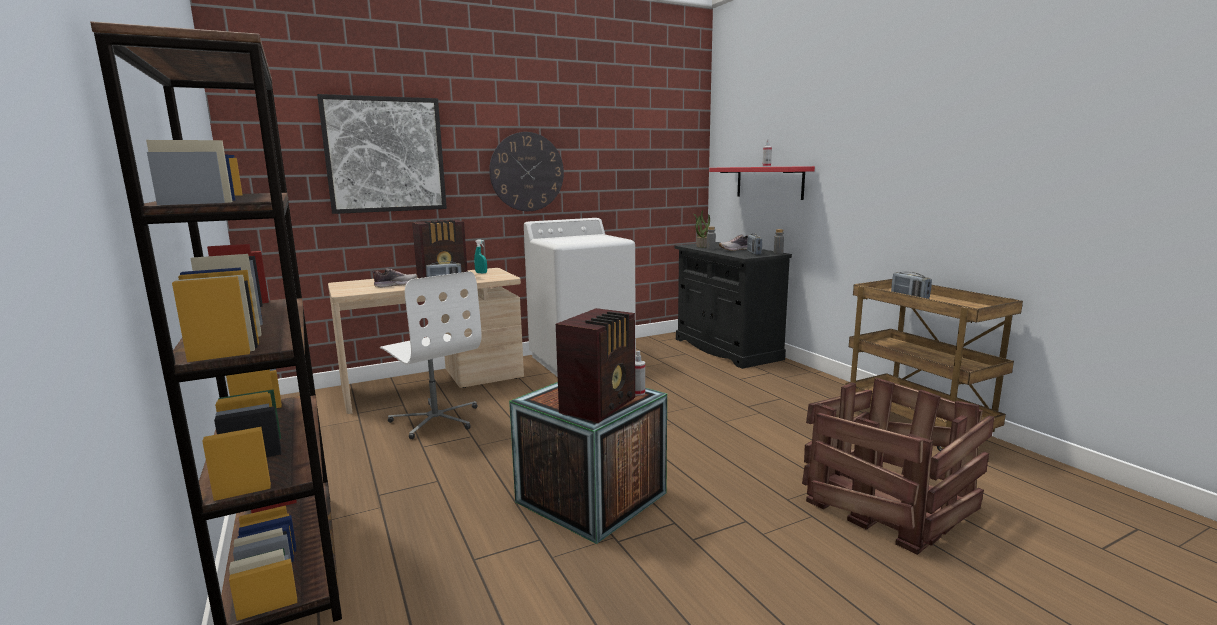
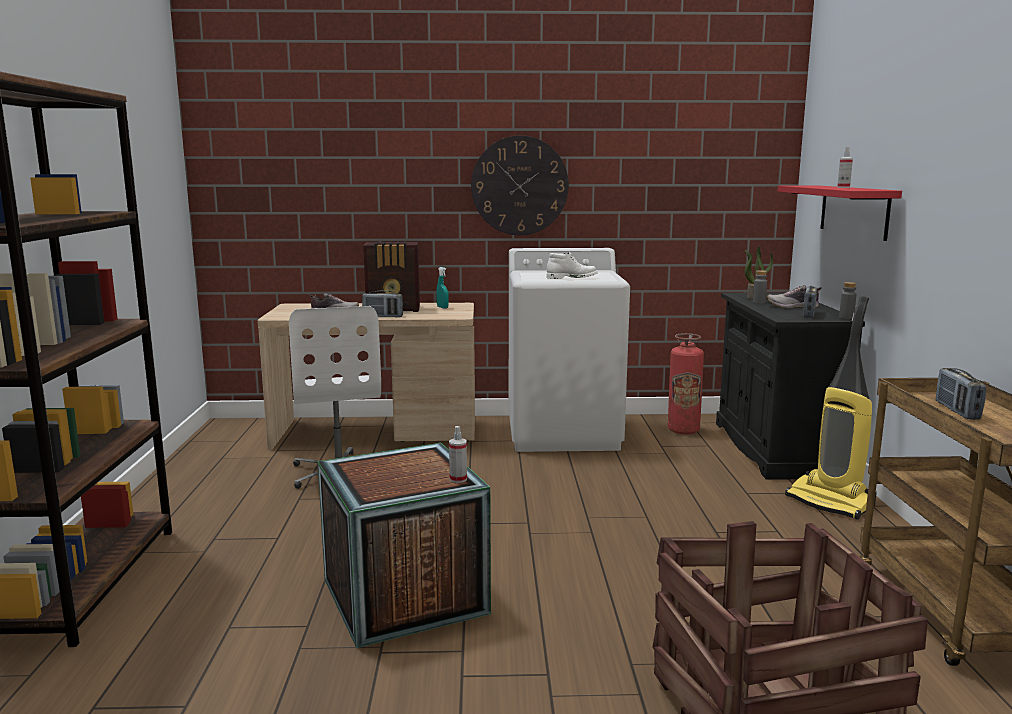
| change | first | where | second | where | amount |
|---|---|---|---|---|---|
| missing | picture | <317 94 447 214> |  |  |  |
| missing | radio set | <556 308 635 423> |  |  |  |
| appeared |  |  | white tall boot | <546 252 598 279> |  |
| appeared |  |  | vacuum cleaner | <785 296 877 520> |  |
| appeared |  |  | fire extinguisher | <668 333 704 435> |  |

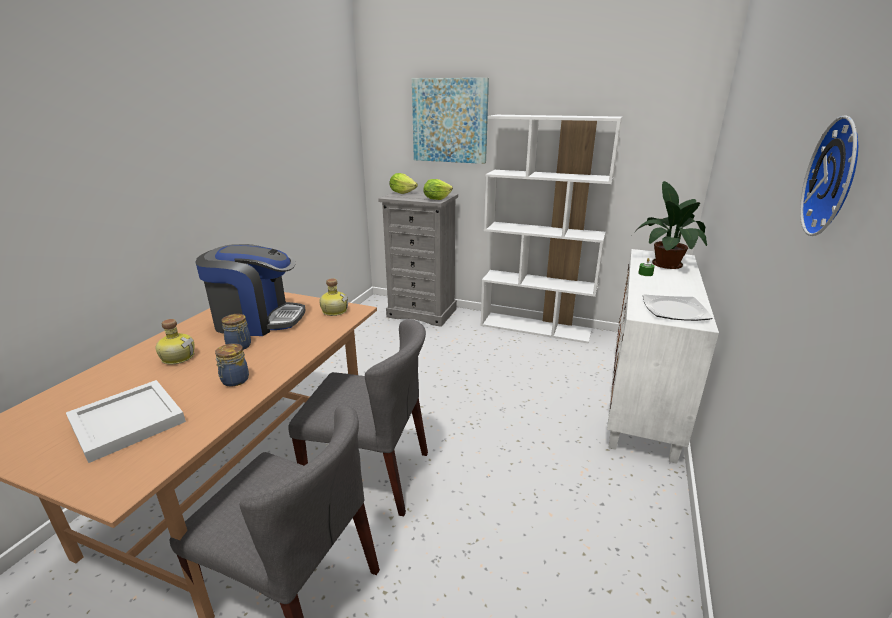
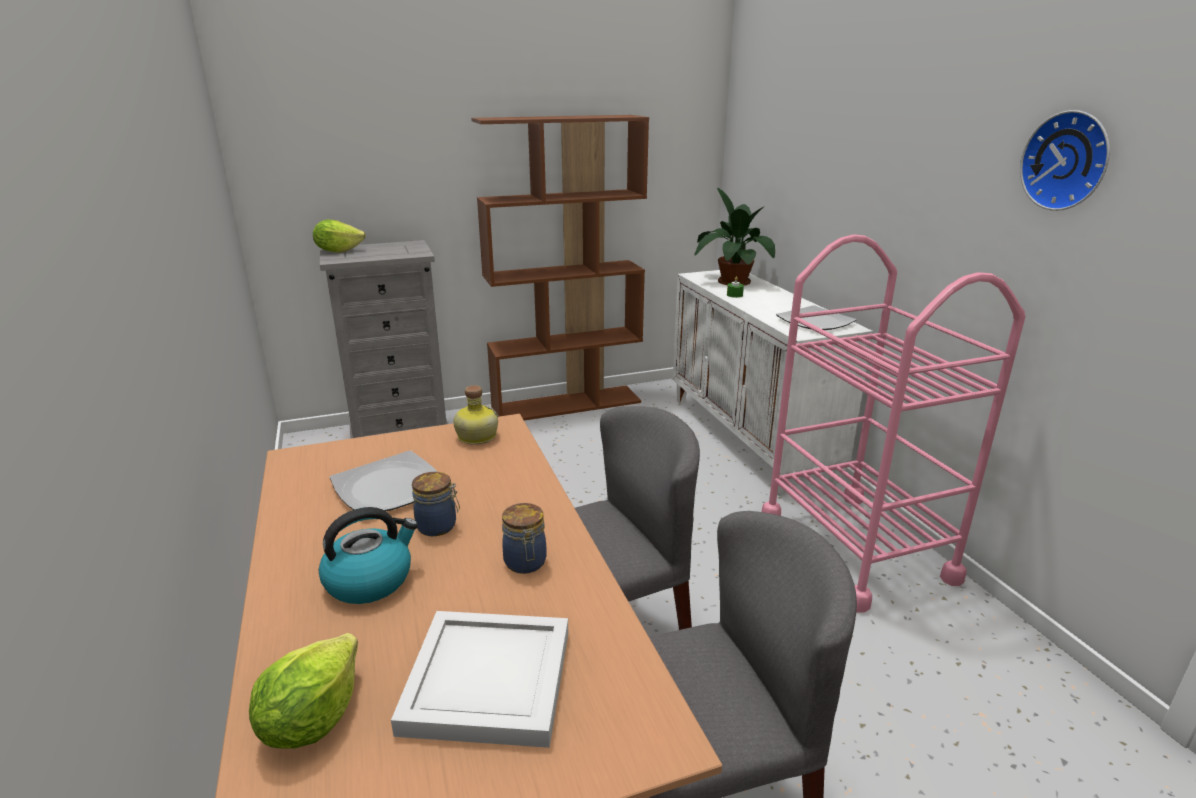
| change | first | where | second | where | amount |
|---|---|---|---|---|---|
| missing | picture | <412 78 489 164> |  |  |  |
| colour | white bookshelf | <480 115 622 344> | brown-coloured bookshelf | <471 115 649 421> |  |
| relocated | lettuce | <423 179 453 200> |  | <249 633 358 749> |  |
| exchanged | coffee maker | <195 244 305 336> | flat dish | <330 451 438 511> |  |
| exchanged | beverage bottle | <156 319 195 364> | kettle | <319 507 418 604> |  |
| appeared |  |  | pink cart | <762 235 1026 612> |  |

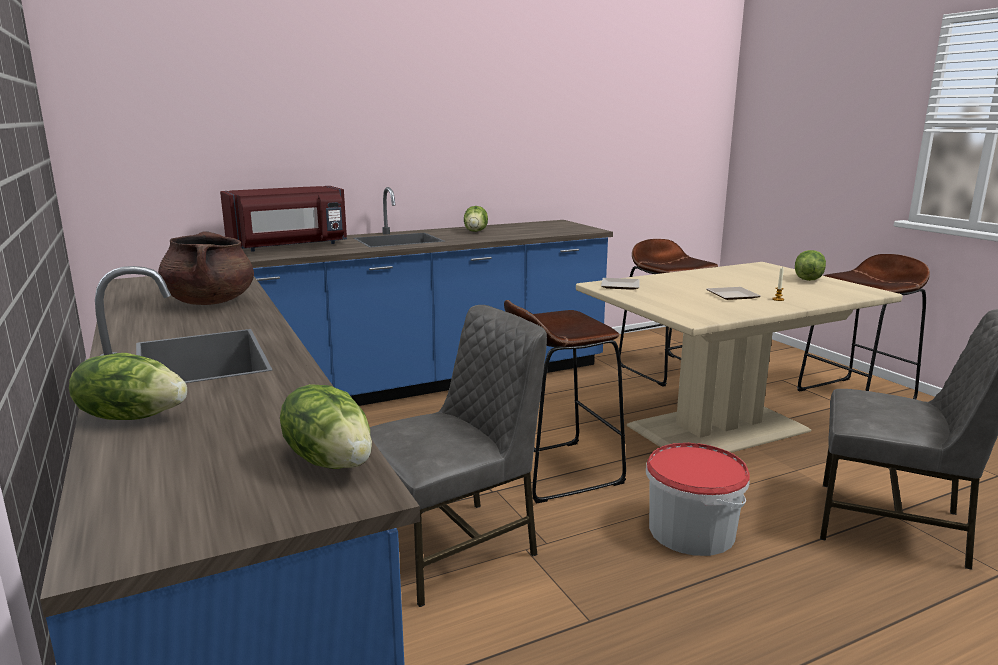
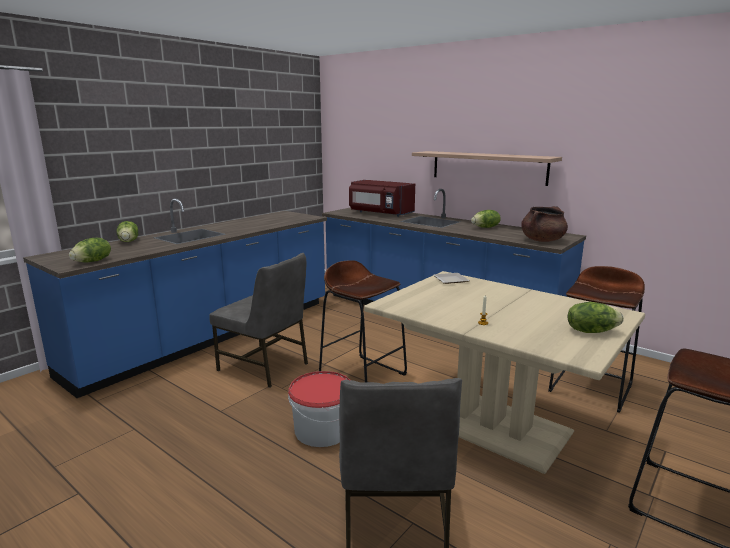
| change | first | where | second | where | amount |
|---|---|---|---|---|---|
| relocated | brown-coloured saucepot | <158 231 254 305> |  | <521 206 568 242> |  |
| missing | flat dish | <706 287 761 300> |  |  |  |
| appeared |  |  | bracket shelf | <412 151 562 186> |  |

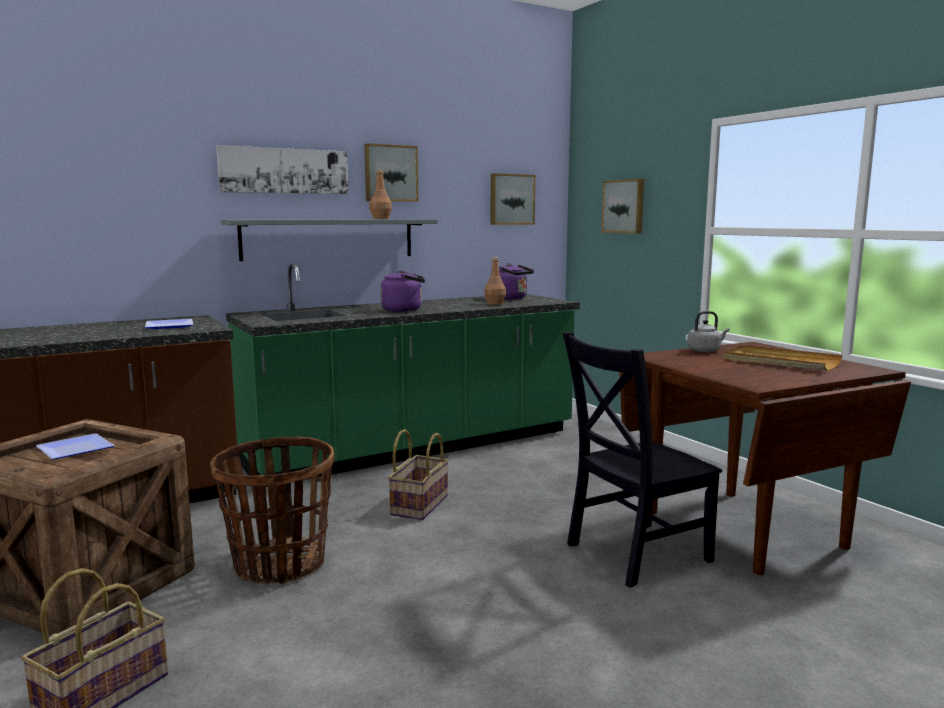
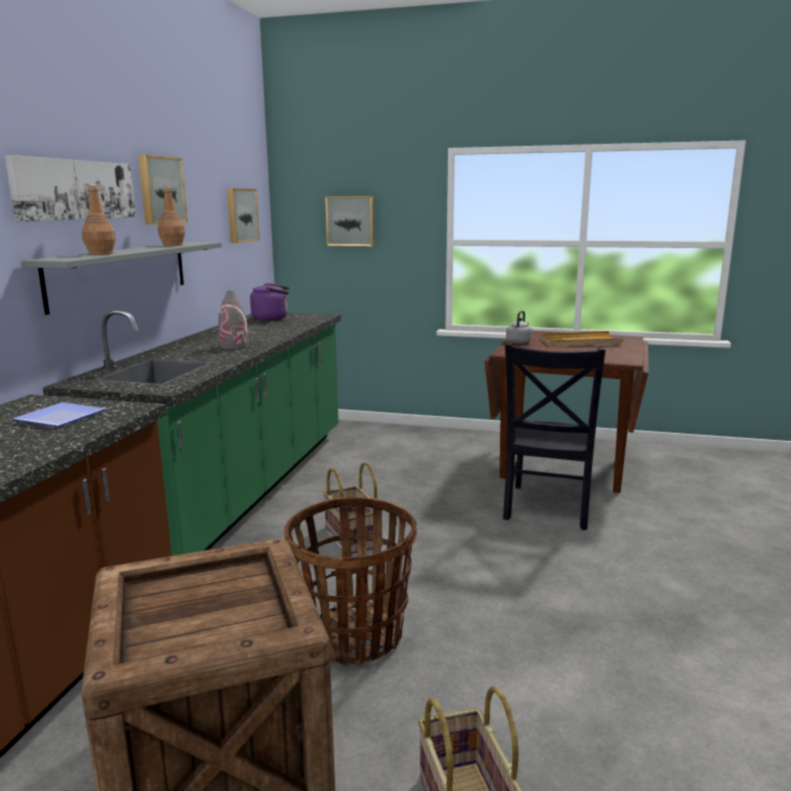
| change | first | where | second | where | amount |
|---|---|---|---|---|---|
| relocated | brown-coloured beverage bottle | <484 257 506 305> |  | <82 185 116 255> |  |
| exchanged | purplish kettle | <381 270 425 312> | grey flower vase | <218 291 249 349> |  |
| missing | flat dish | <36 433 115 460> |  |  |  |

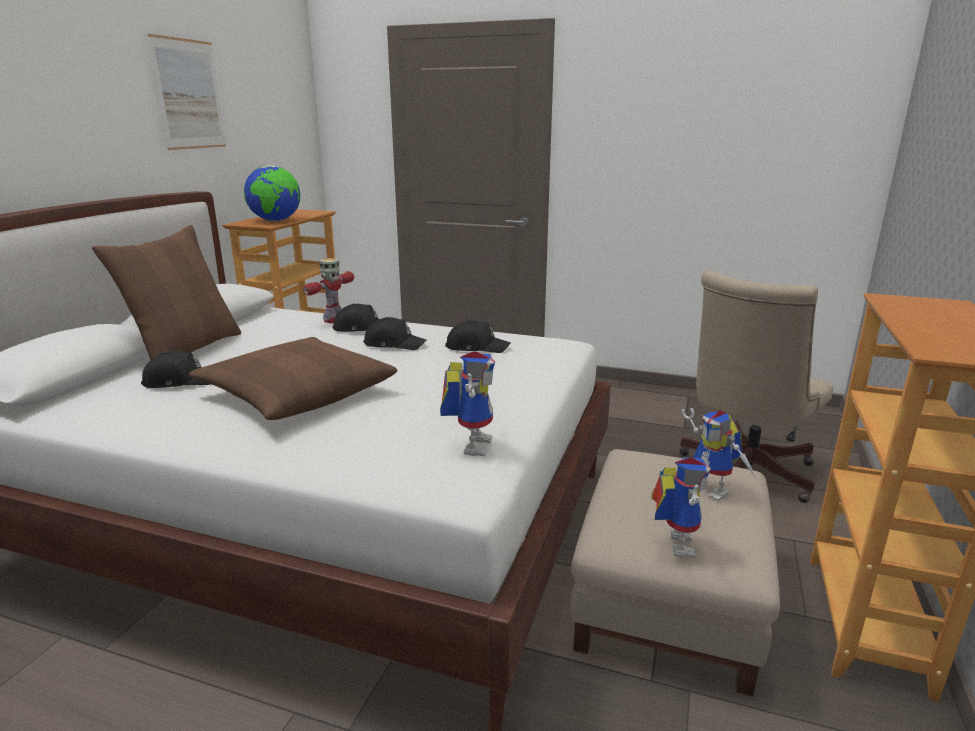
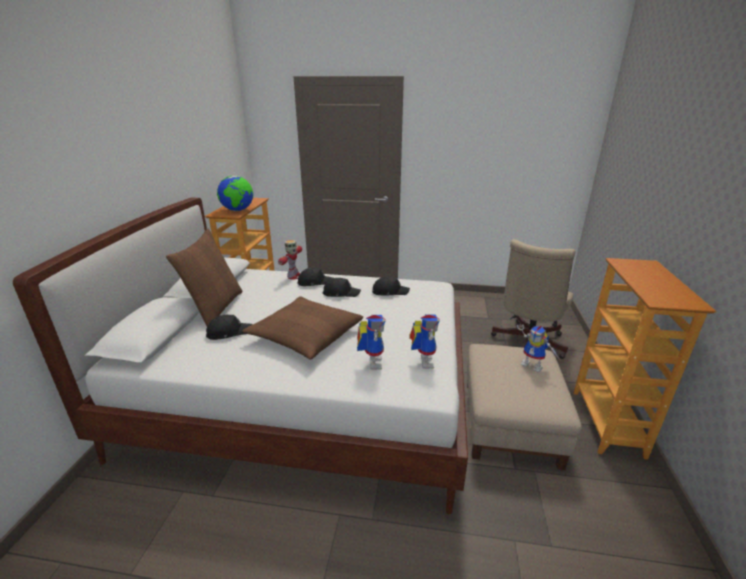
| change | first | where | second | where | amount |
|---|---|---|---|---|---|
| missing | picture | <148 34 226 150> |  |  |  |
| relocated | toy robot | <651 457 711 558> |  | <357 315 386 370> |  |

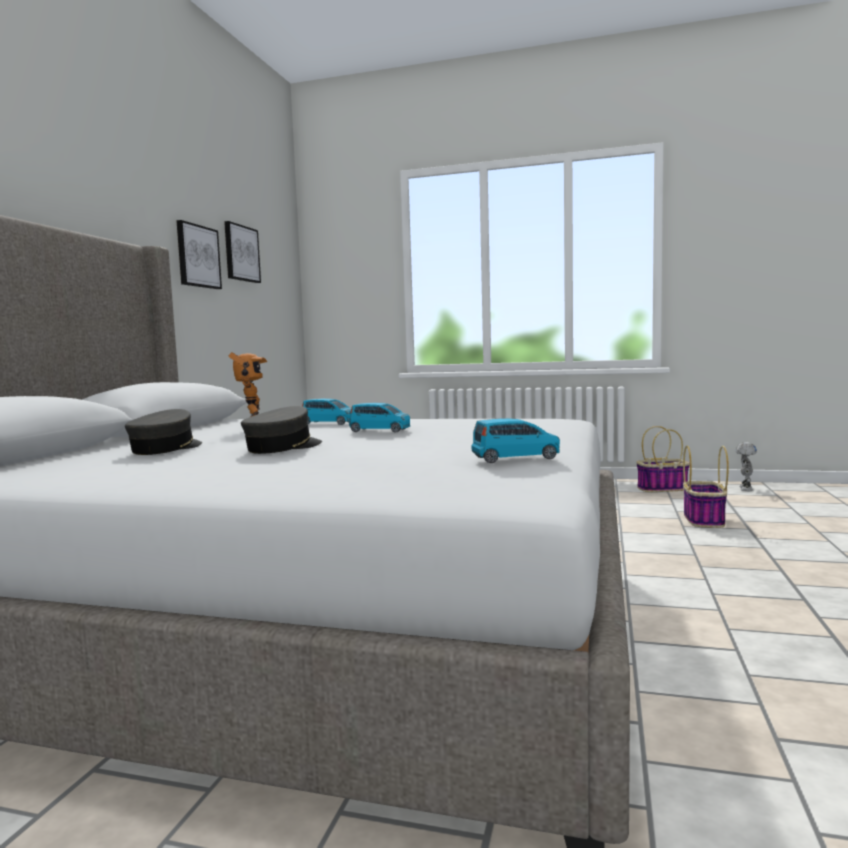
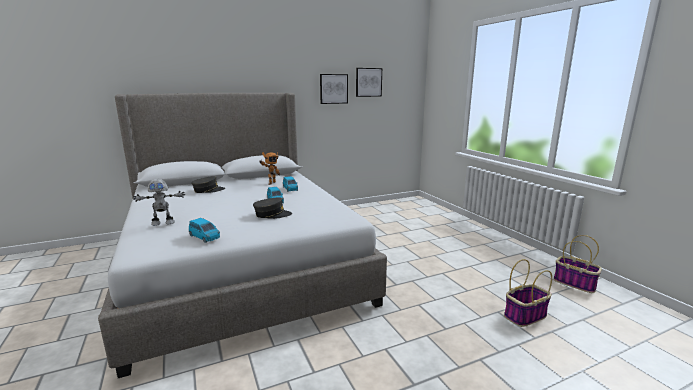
| change | first | where | second | where | amount |
|---|---|---|---|---|---|
| relocated | grey peaked cap | <241 406 322 454> |  | <253 197 292 219> |  |
| relocated | toy robot | <736 442 757 491> |  | <133 179 185 226> |  |

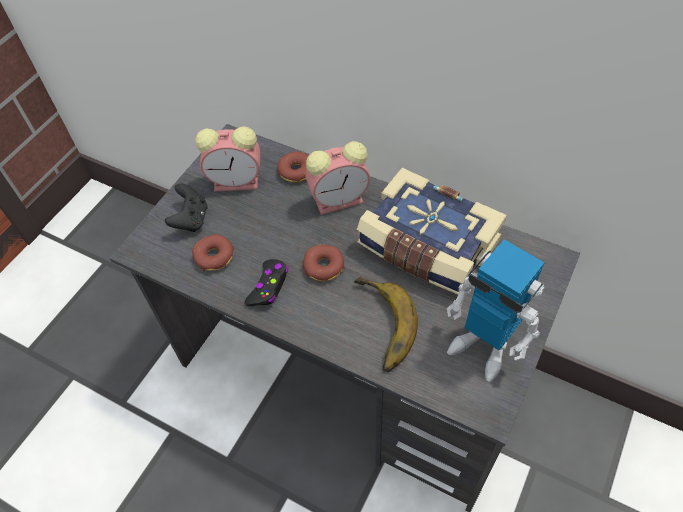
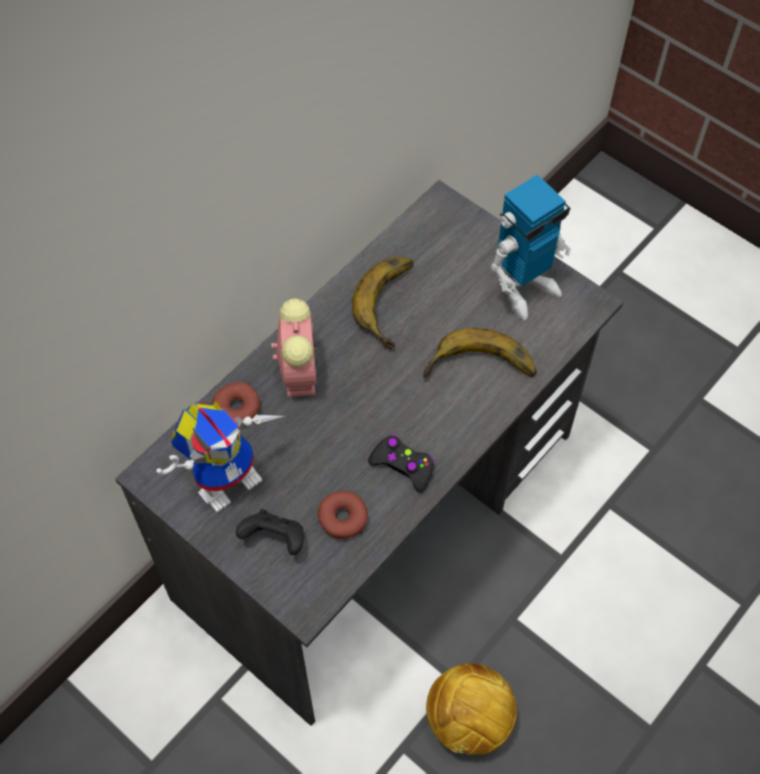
| change | first | where | second | where | amount |
|---|---|---|---|---|---|
| exchanged | table clock | <195 126 261 192> | toy robot | <157 401 285 512> |  |
| exchanged | bound book | <357 168 507 295> | banana | <352 257 413 349> |  |
| missing | doughnut | <303 245 345 281> |  |  |  |
| appeared |  |  | football ball | <426 663 517 755> |  |

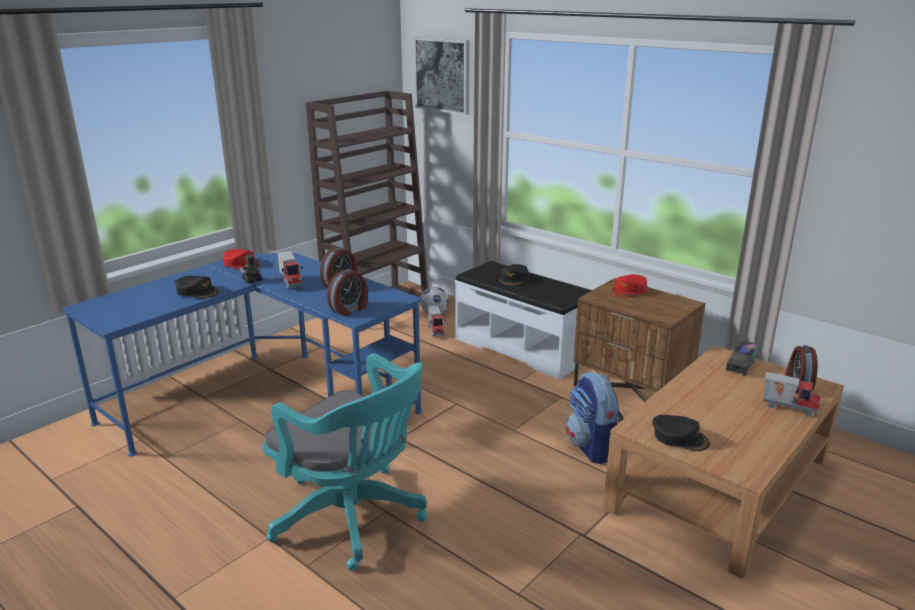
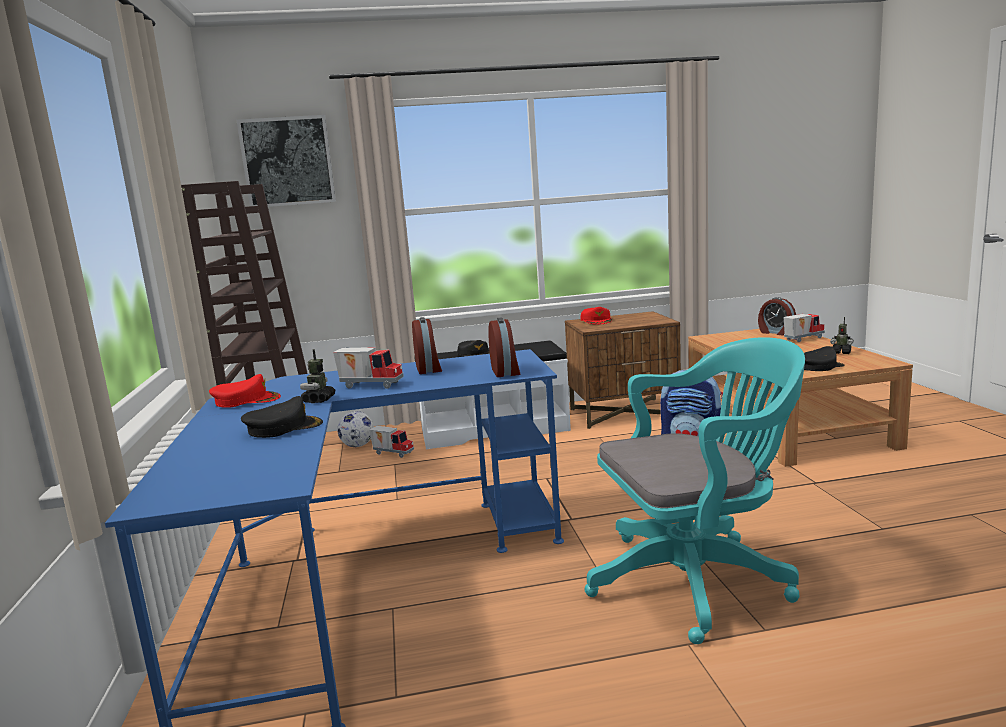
| change | first | where | second | where | amount |
|---|---|---|---|---|---|
| missing | toy truck | <726 340 758 376> |  |  |  |
| appeared |  |  | toy robot | <830 317 854 354> |  |

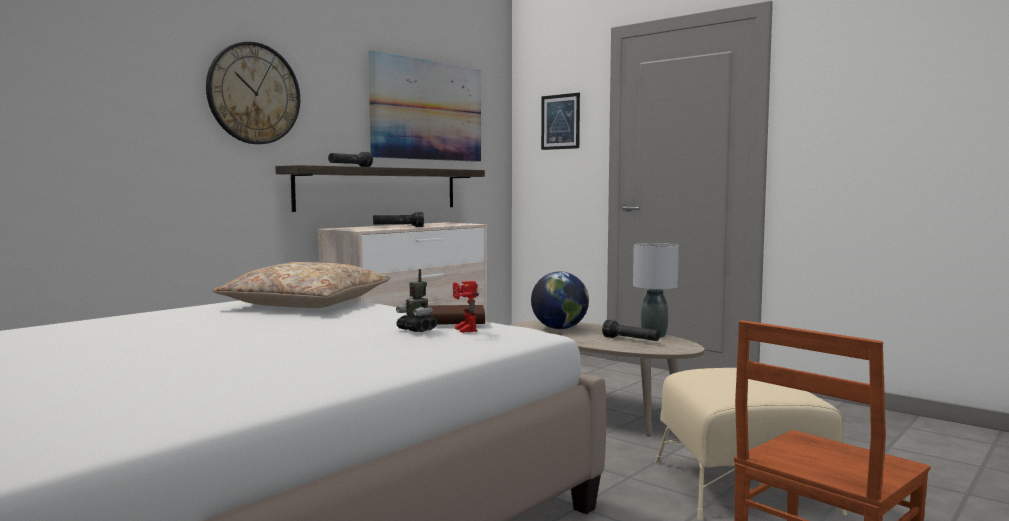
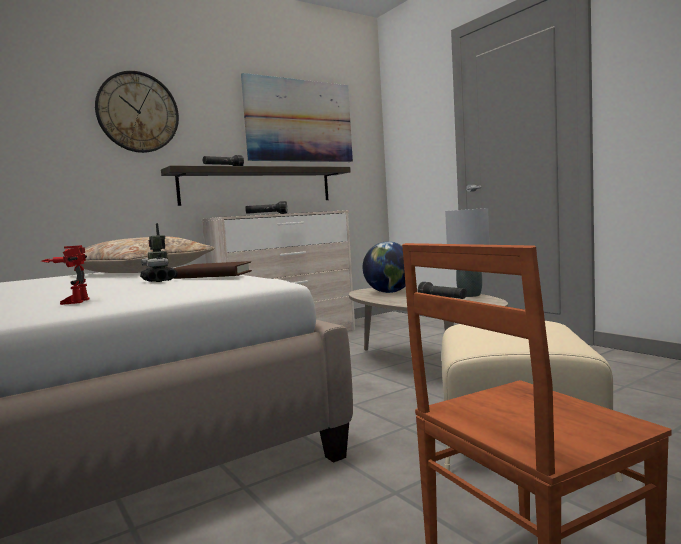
| change | first | where | second | where | amount |
|---|---|---|---|---|---|
| missing | picture | <541 93 580 150> |  |  |  |
| relocated | toy robot | <452 281 479 333> |  | <41 245 90 305> |  |

